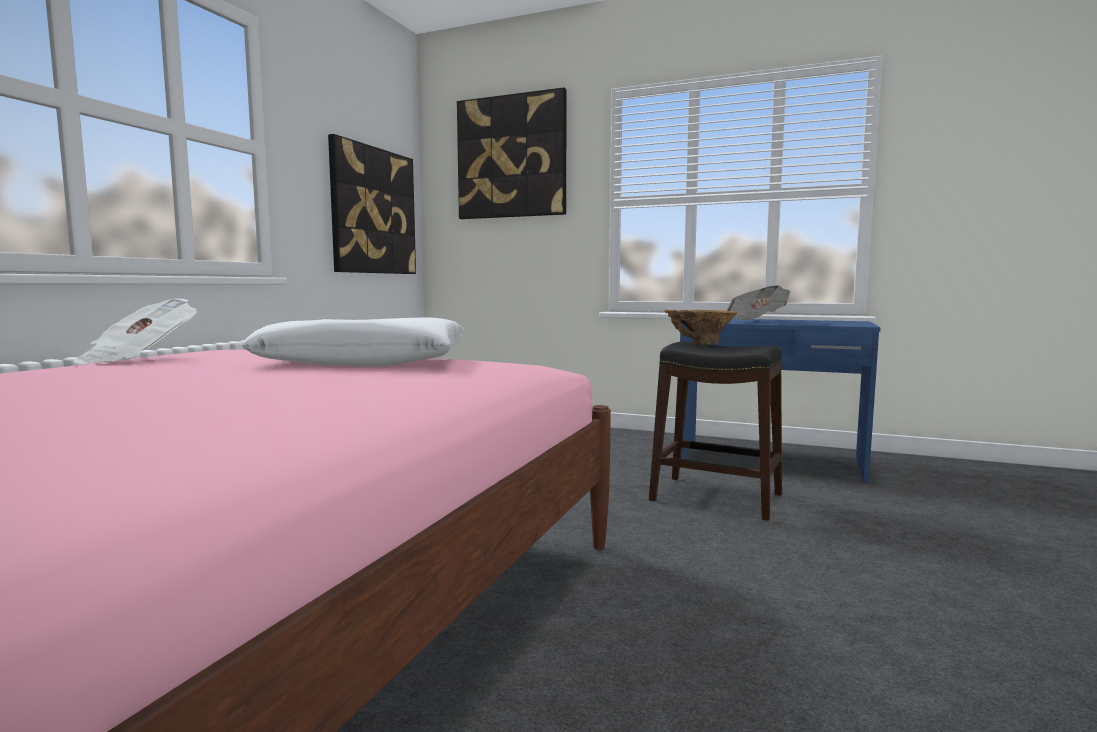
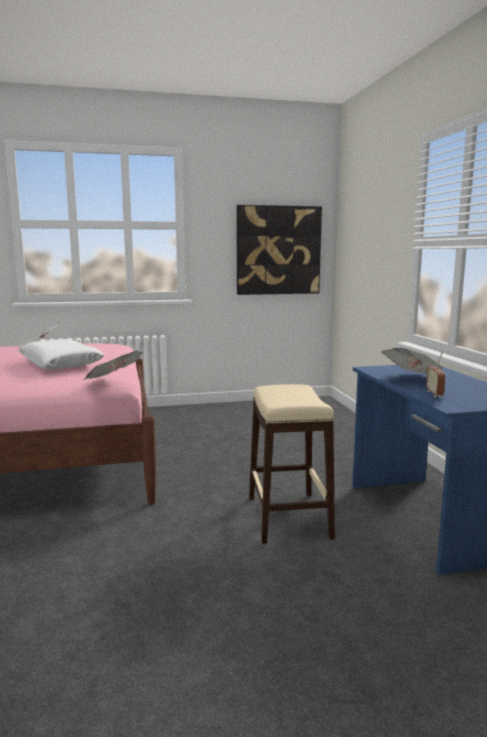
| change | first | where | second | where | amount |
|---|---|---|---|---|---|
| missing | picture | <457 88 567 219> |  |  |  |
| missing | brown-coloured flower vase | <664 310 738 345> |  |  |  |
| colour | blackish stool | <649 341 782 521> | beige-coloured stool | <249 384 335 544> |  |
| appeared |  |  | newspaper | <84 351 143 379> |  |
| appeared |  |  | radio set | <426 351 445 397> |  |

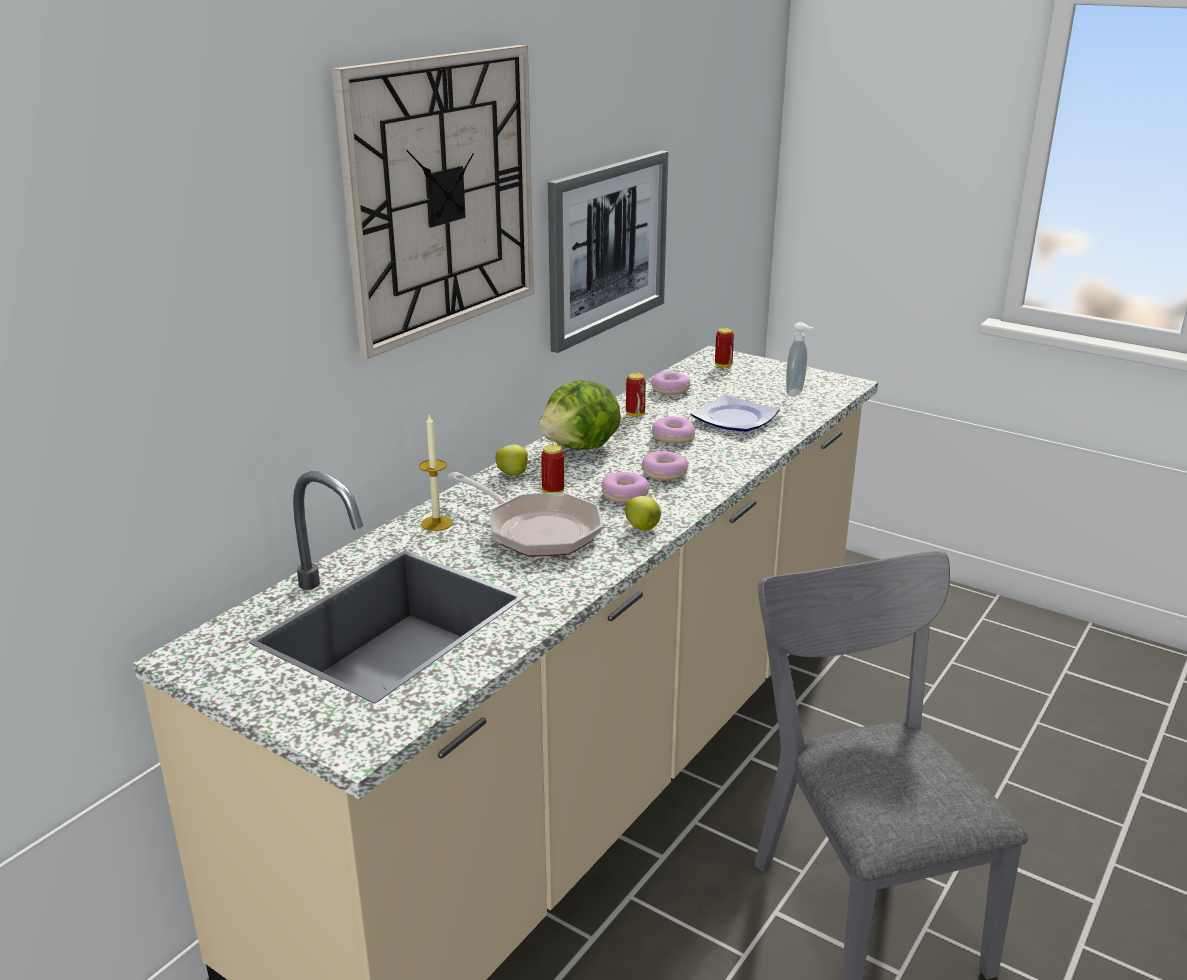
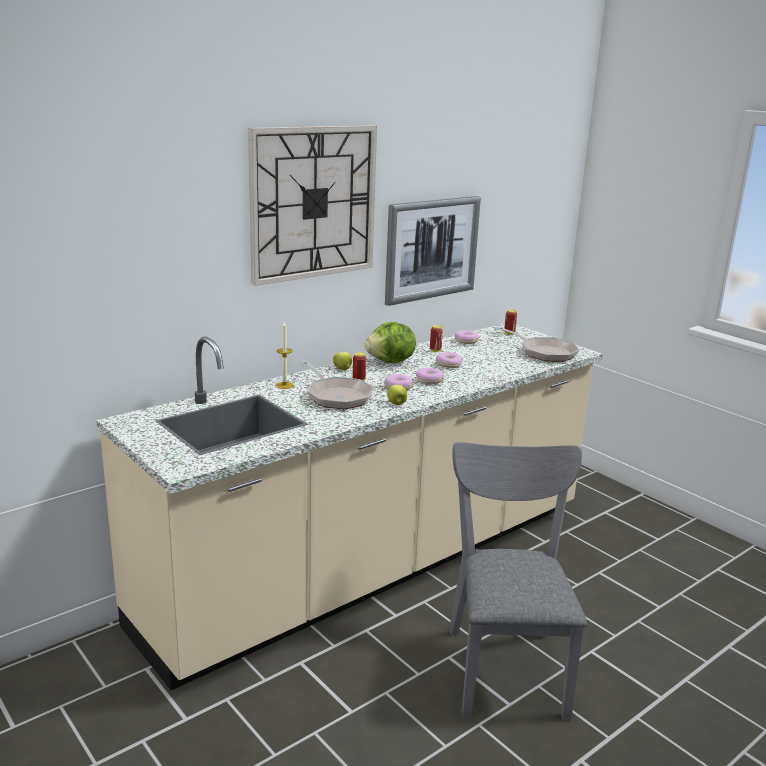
| change | first | where | second | where | amount |
|---|---|---|---|---|---|
| exchanged | soap bottle | <786 322 813 397> | frying pan | <495 327 580 362> |  |
| missing | flat dish | <691 394 780 432> |  |  |  |

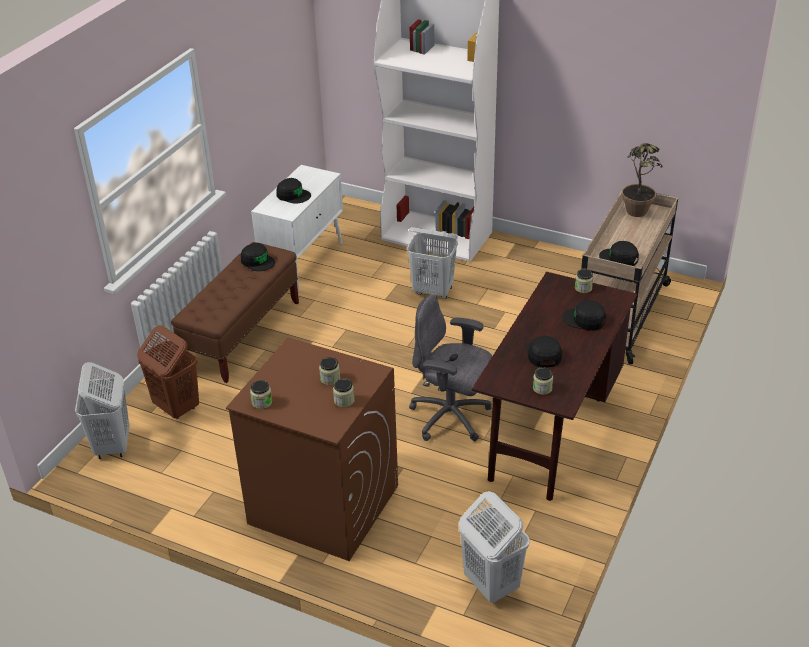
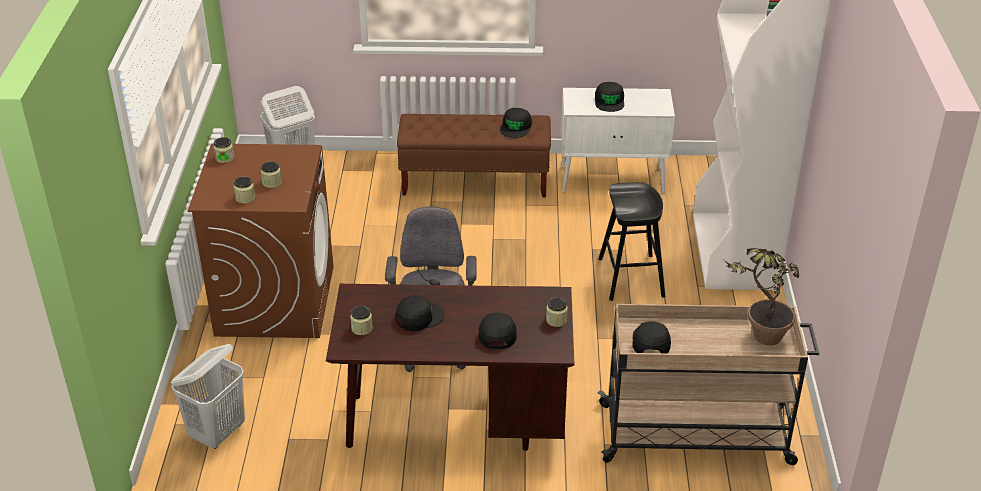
| change | first | where | second | where | amount |
|---|---|---|---|---|---|
| exchanged | white hamper | <407 227 458 299> | blackish stool | <599 182 665 301> |  |
| missing | brown-coloured hamper | <137 325 199 420> |  |  |  |

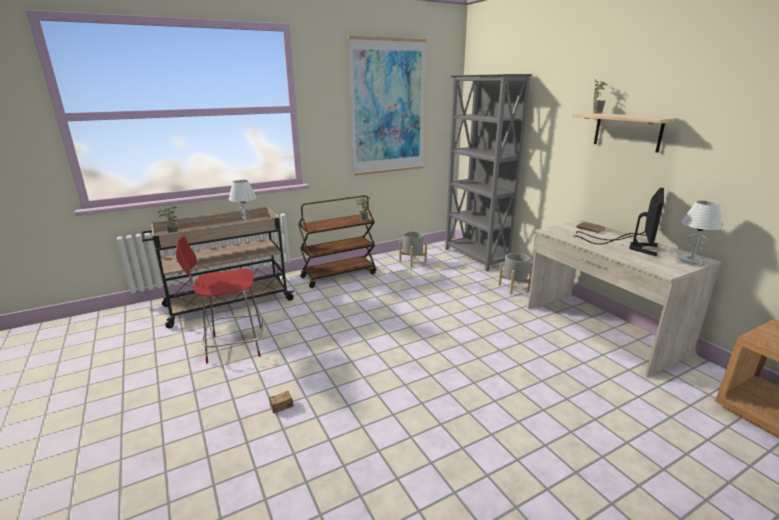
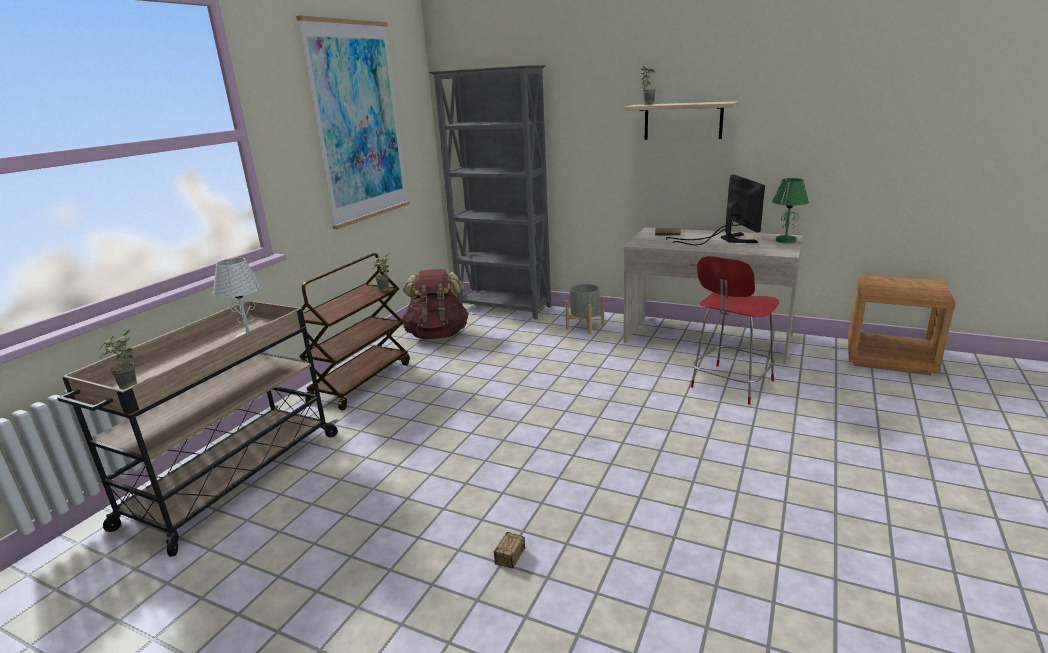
| change | first | where | second | where | amount |
|---|---|---|---|---|---|
| colour | white lamp for a table | <680 200 723 265> | greenish lamp for a table | <772 178 809 243> |  |
| exchanged | grey plant pot | <399 231 427 267> | brown-coloured rucksack | <401 269 469 339> |  |
| relocated | reddish stool | <176 236 263 364> |  | <691 256 780 405> |  |

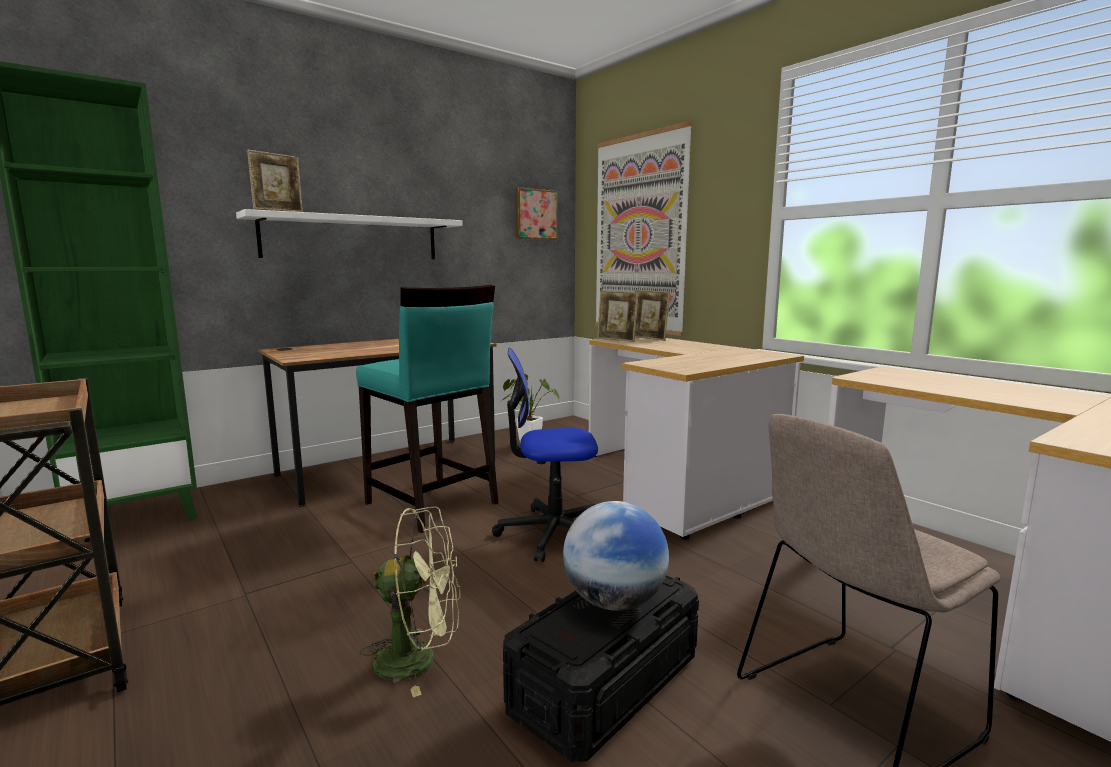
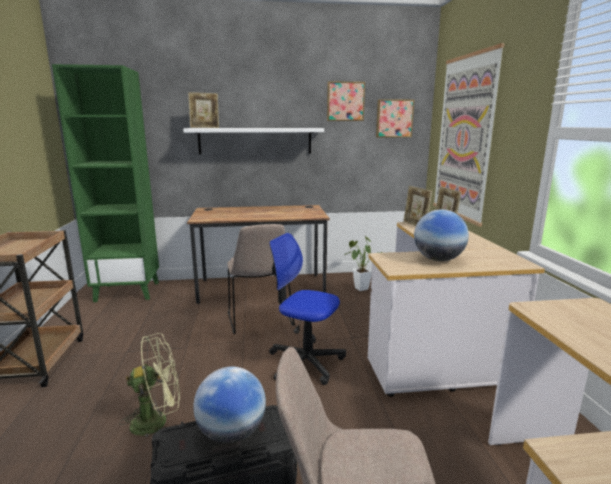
| change | first | where | second | where | amount |
|---|---|---|---|---|---|
| exchanged | blue-green stool | <356 285 498 533> | beige-coloured plain chair | <228 224 295 334> |  |
| spun | greenish cooling fan | <360 506 460 697> |  | <119 333 180 437> | 45 degrees counterclockwise |
| appeared |  |  | picture | <327 81 365 121> |  |
| appeared |  |  | globe | <414 209 469 261> |  |

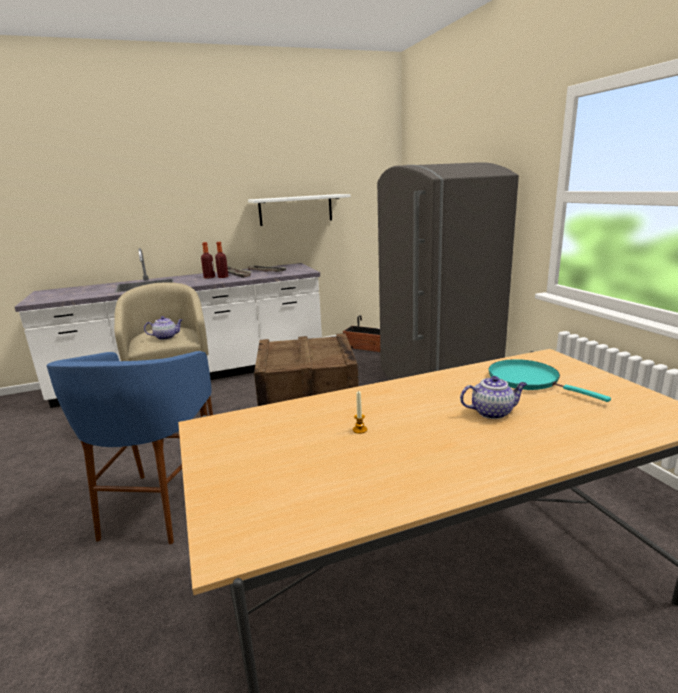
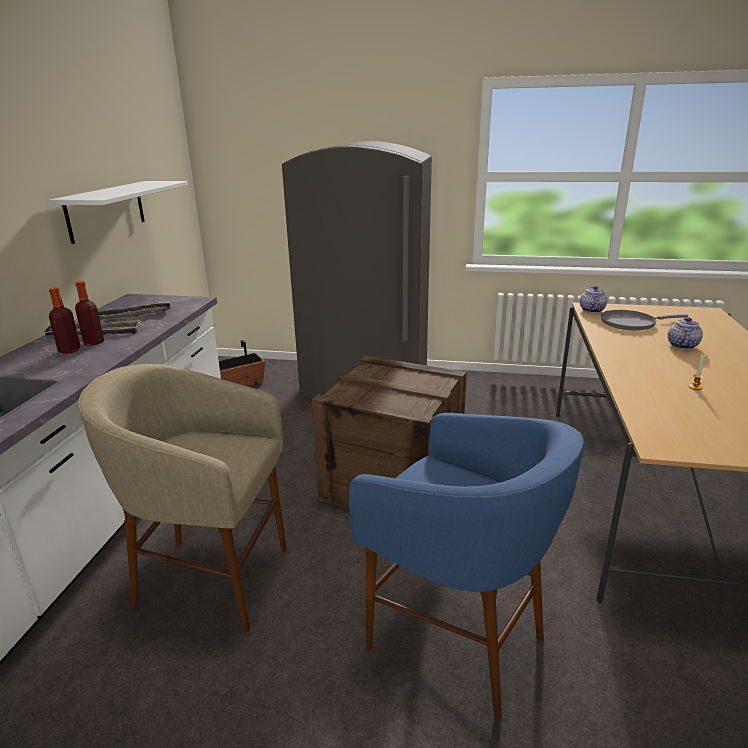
| change | first | where | second | where | amount |
|---|---|---|---|---|---|
| relocated | tea pot | <144 316 183 340> |  | <580 286 607 313> |  |
| colour | blue-green frying pan | <489 359 611 402> | grey frying pan | <601 310 688 331> |  |

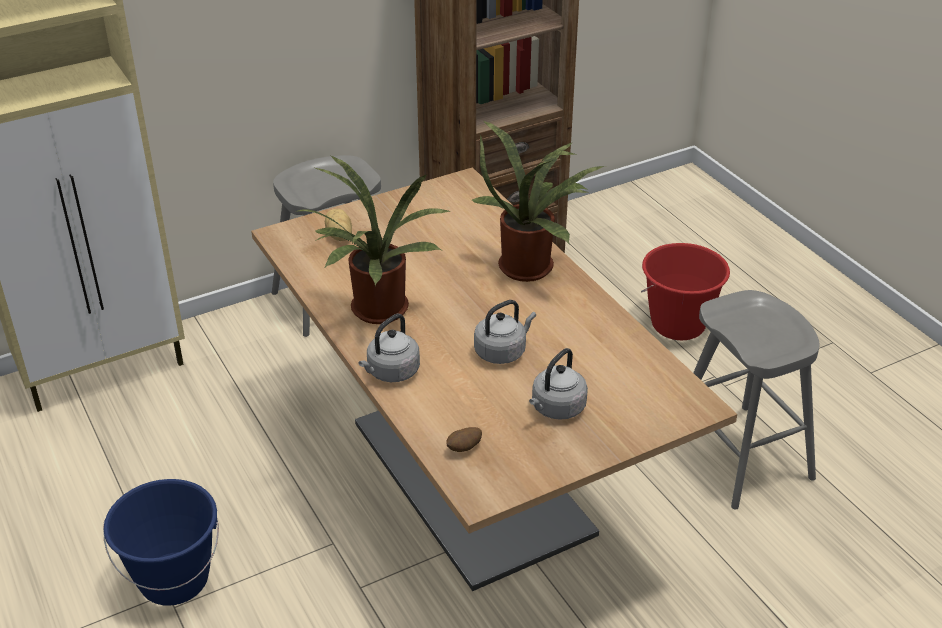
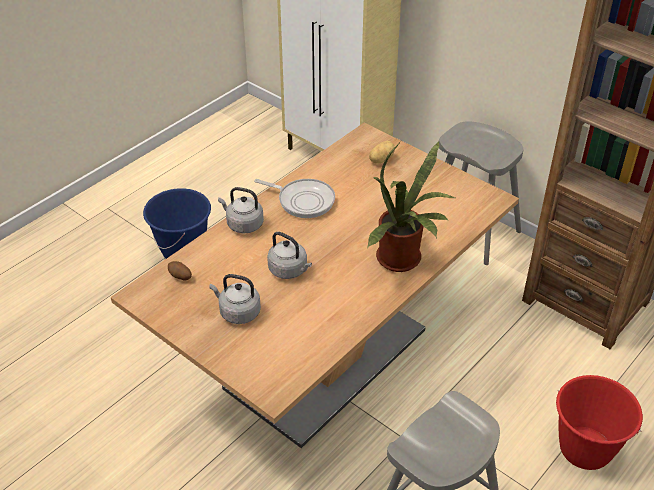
| change | first | where | second | where | amount |
|---|---|---|---|---|---|
| exchanged | plant in a pot | <296 155 450 324> | frying pan | <254 179 335 218> |  |

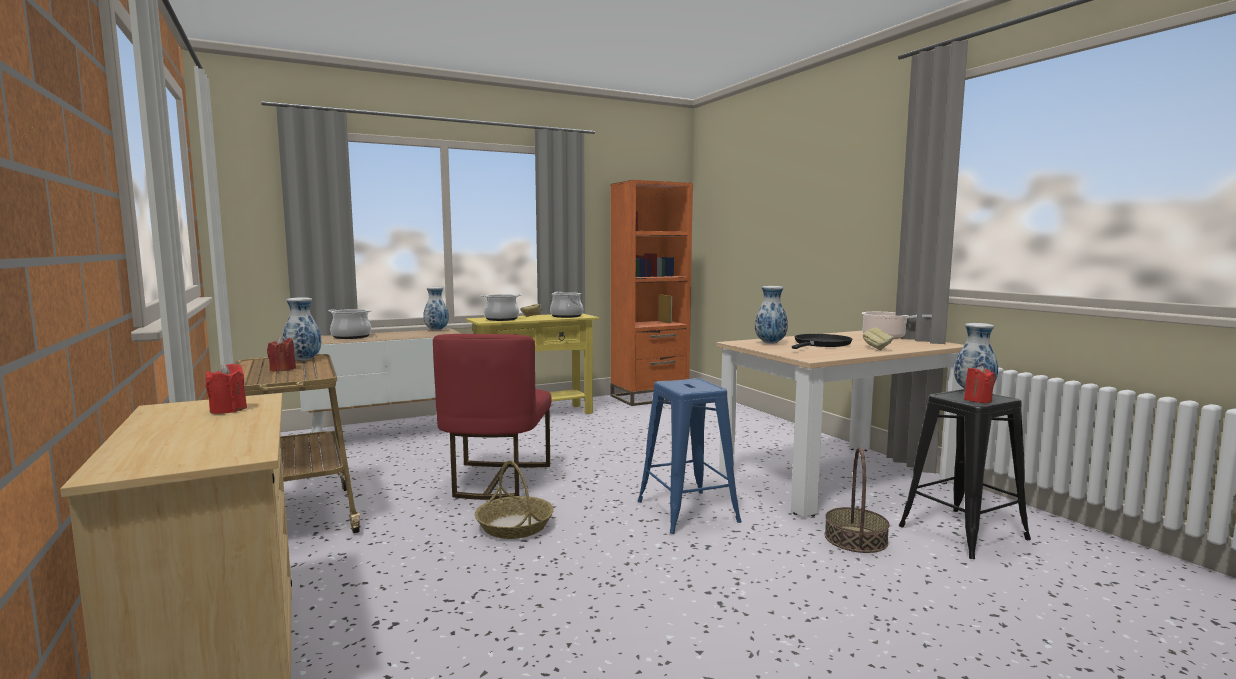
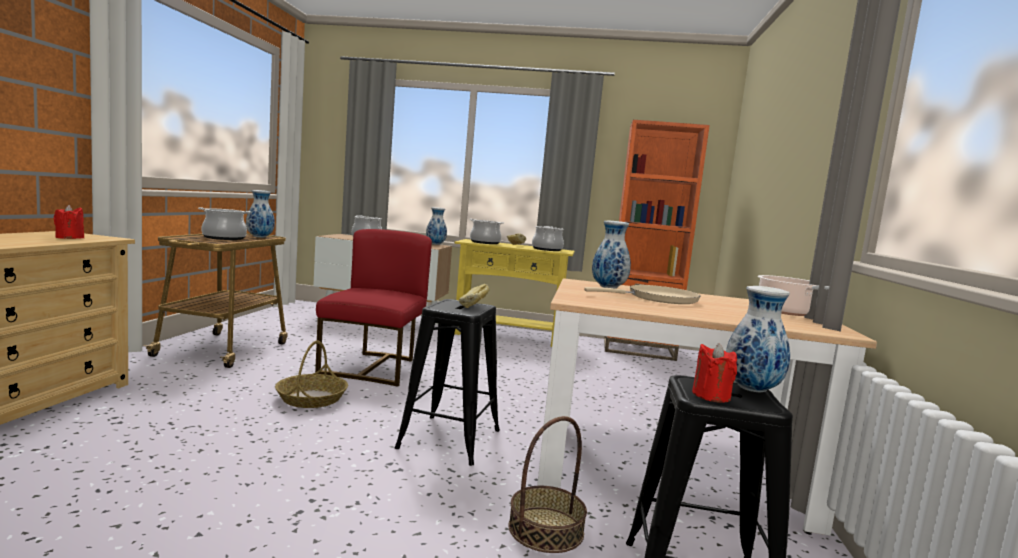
| change | first | where | second | where | amount |
|---|---|---|---|---|---|
| relocated | baked bread | <863 328 894 350> |  | <459 284 490 308> |  |
| spun | reddish plain chair | <433 334 552 500> |  | <315 229 432 387> | 150 degrees clockwise |
| colour | blackish frying pan | <792 334 852 349> | beige-coloured frying pan | <584 285 701 304> |  |
| exchanged | reddish candle | <267 336 296 372> | saucepot | <198 207 251 240> |  |
| colour | blue stool | <638 378 742 534> | blackish stool | <394 299 500 466> |  |

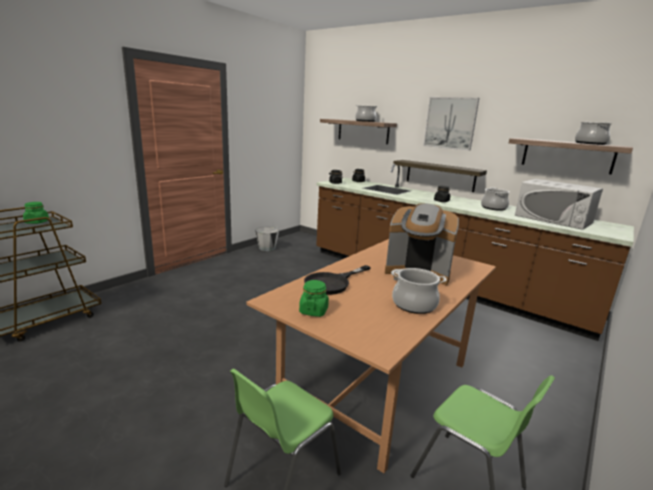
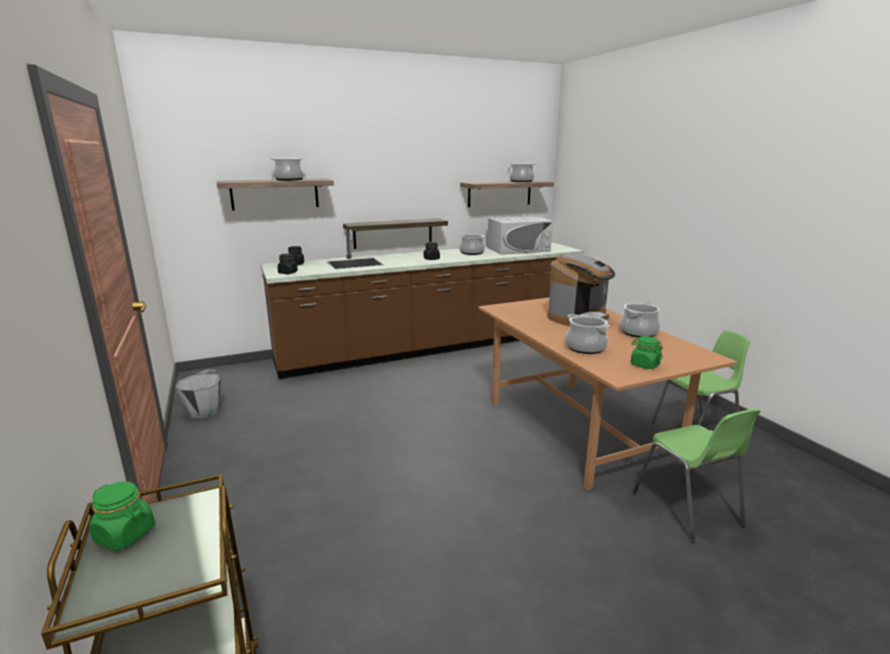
| change | first | where | second | where | amount |
|---|---|---|---|---|---|
| missing | picture | <423 97 479 151> |  |  |  |
| exchanged | blackish frying pan | <304 265 371 295> | saucepot | <565 314 610 354> |  |

